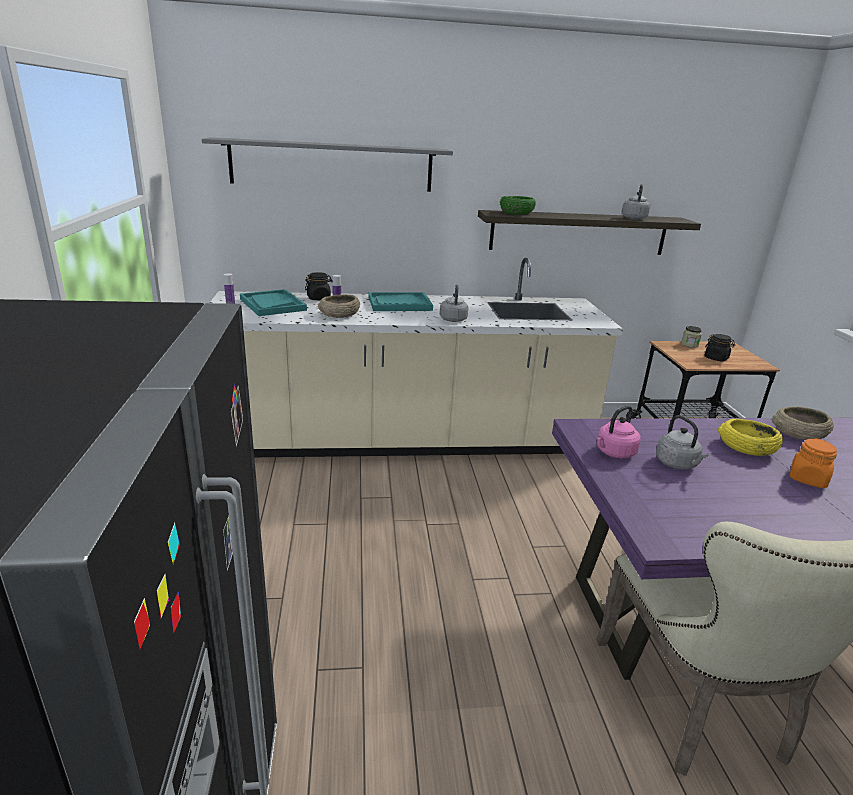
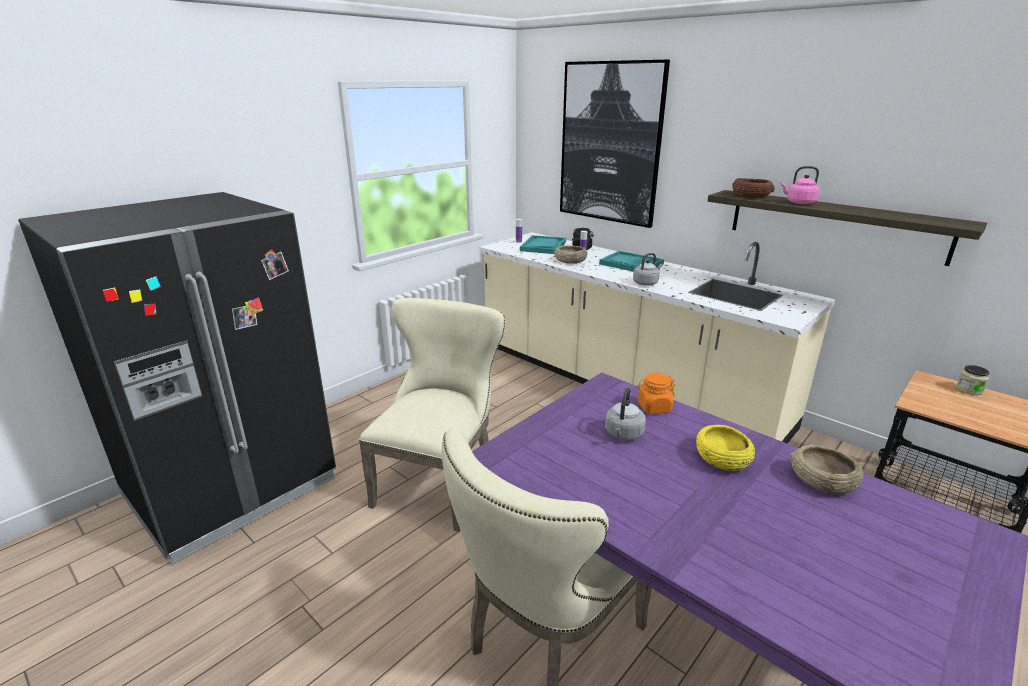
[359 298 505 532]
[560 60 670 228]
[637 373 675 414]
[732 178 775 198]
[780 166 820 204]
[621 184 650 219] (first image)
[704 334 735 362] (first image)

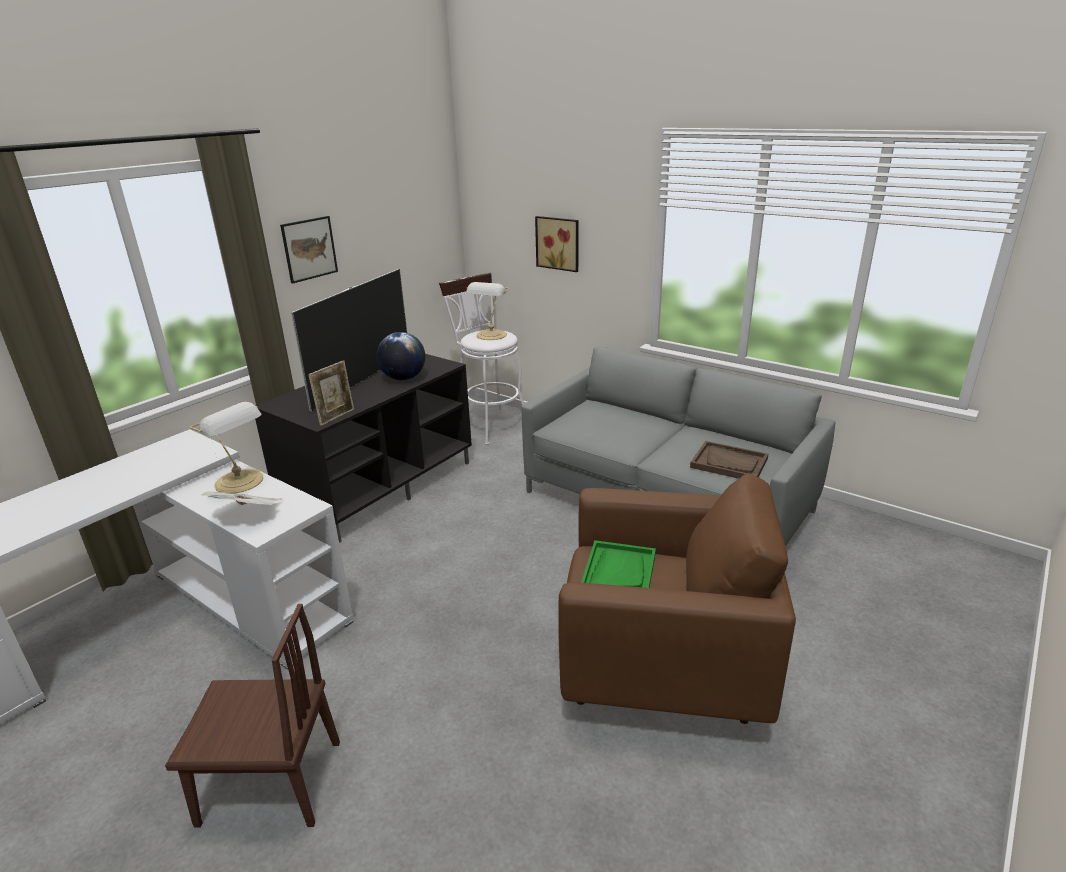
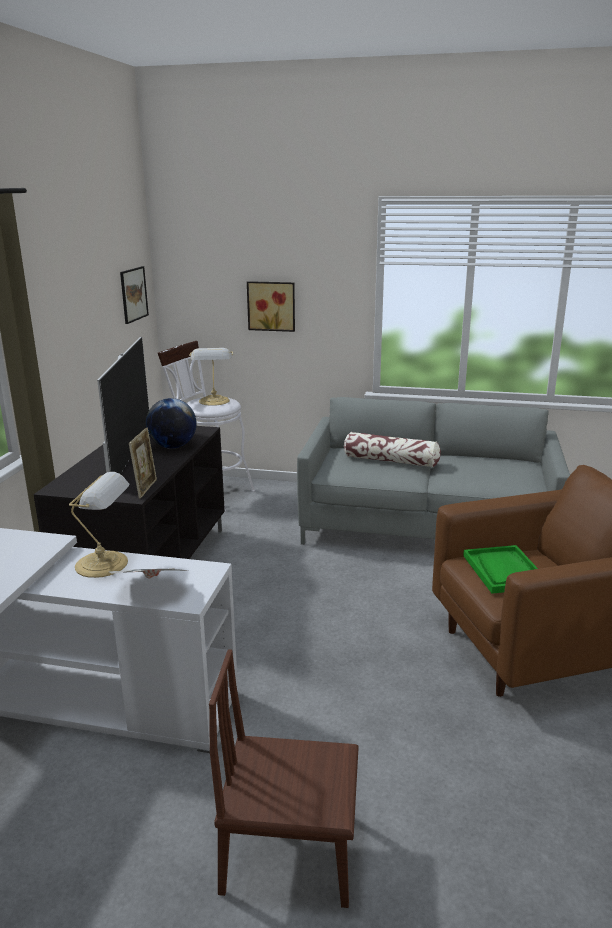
[120 266 149 324]
[209 650 358 908]
[344 432 441 467]
[690 441 768 479] (first image)

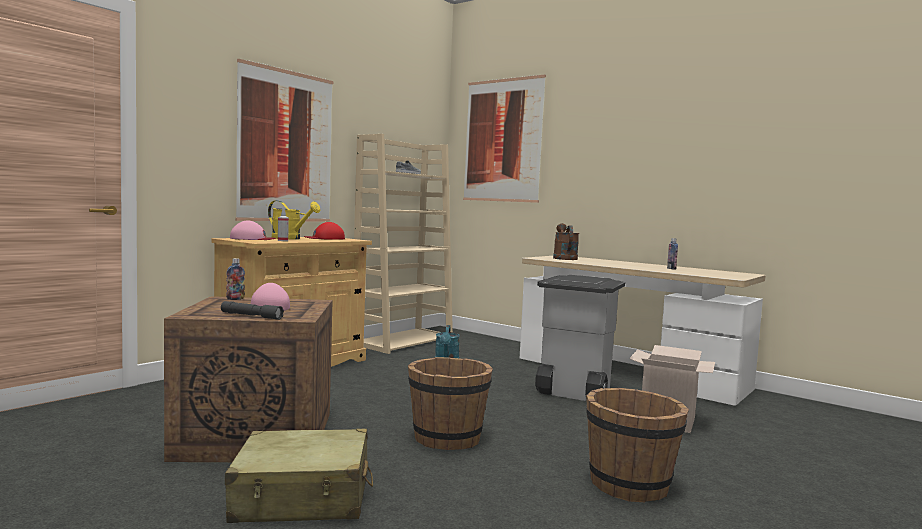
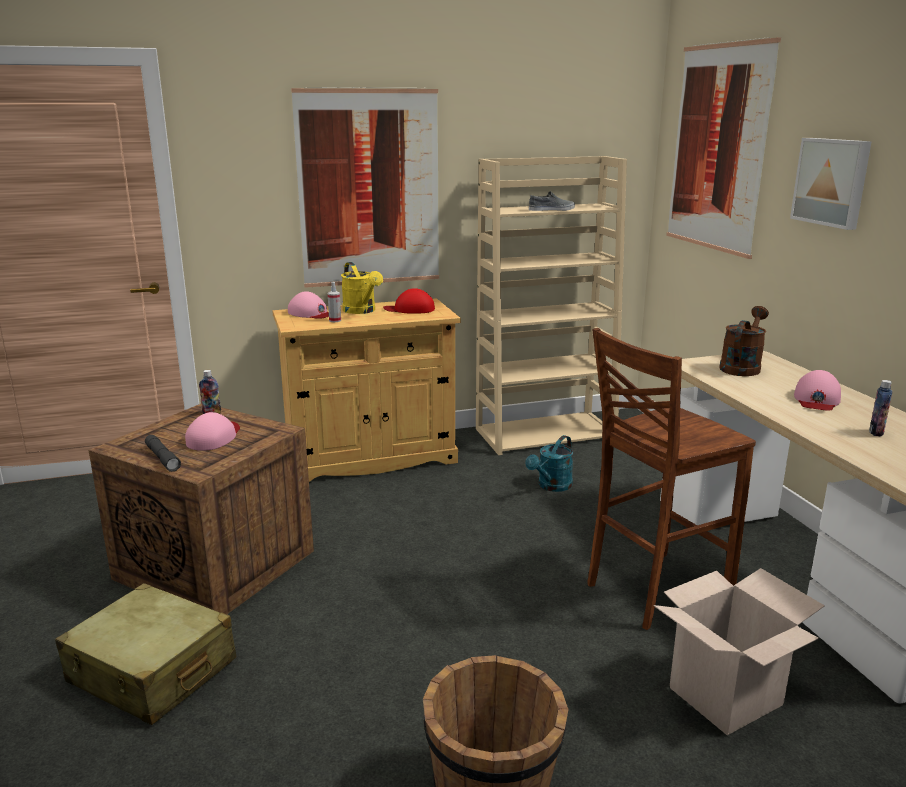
[587 328 756 630]
[790 138 872 230]
[794 370 841 411]
[408 357 493 450] (first image)

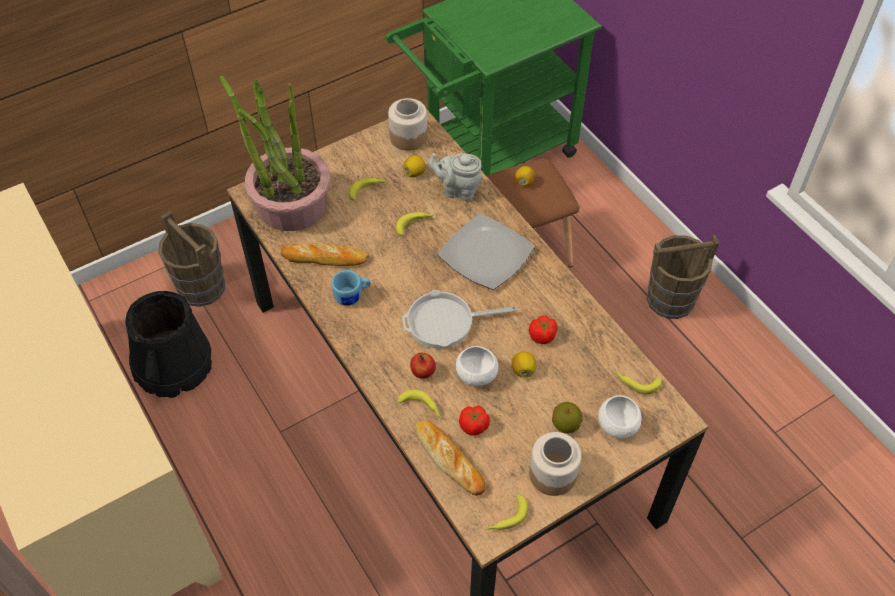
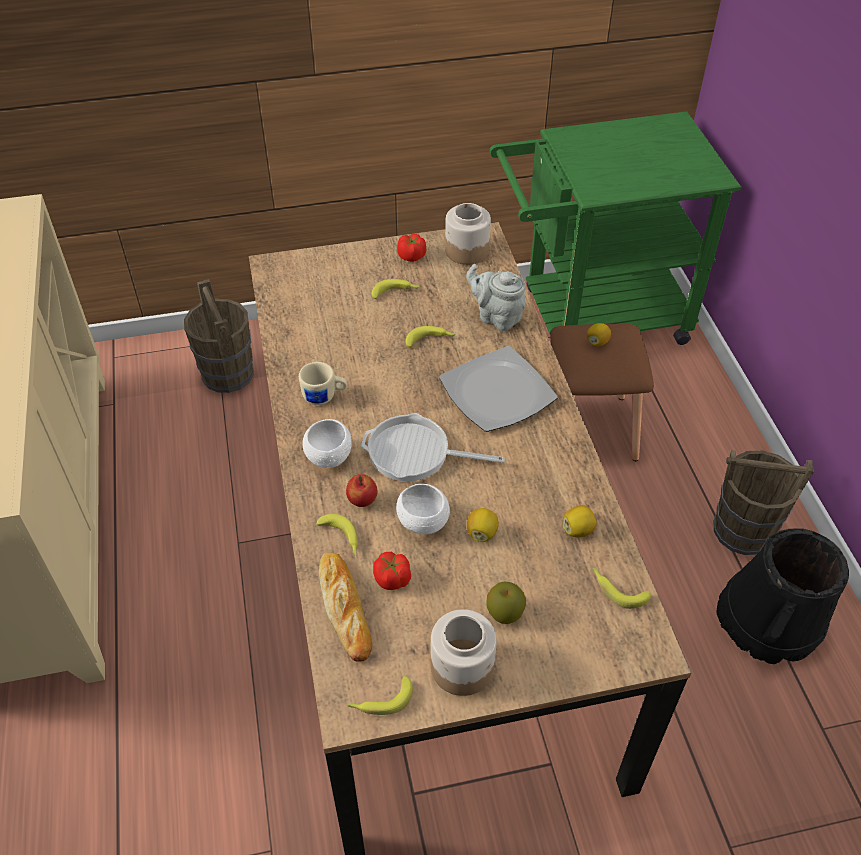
[299 362 347 405]
[302 419 352 468]
[397 234 426 262]
[563 505 597 538]
[716 528 849 664]
[220 76 331 231] (first image)
[281 242 369 266] (first image)

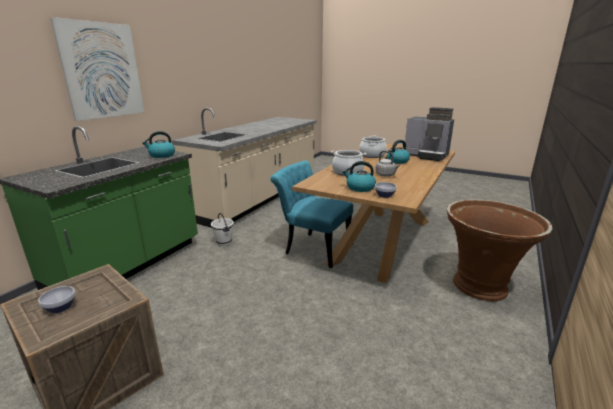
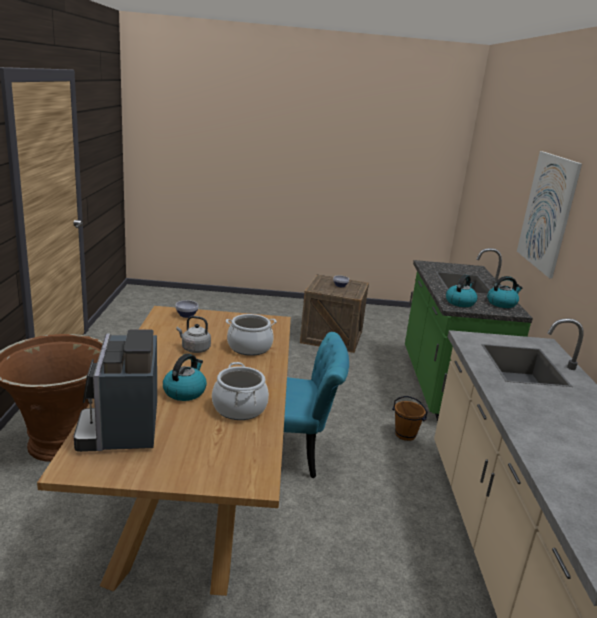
[74 329 157 452]
[392 396 427 441]
[487 276 523 308]

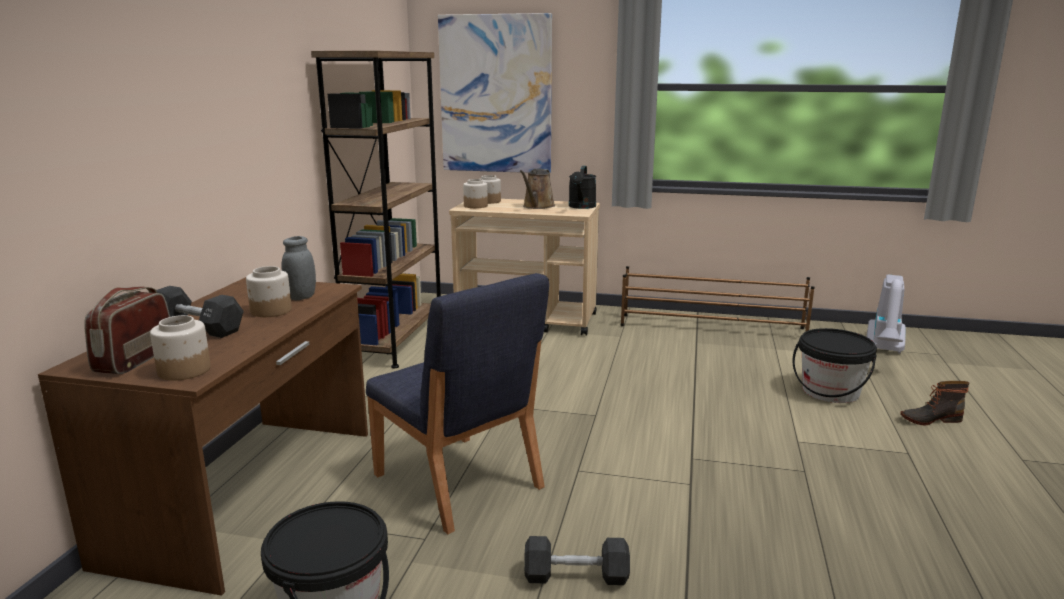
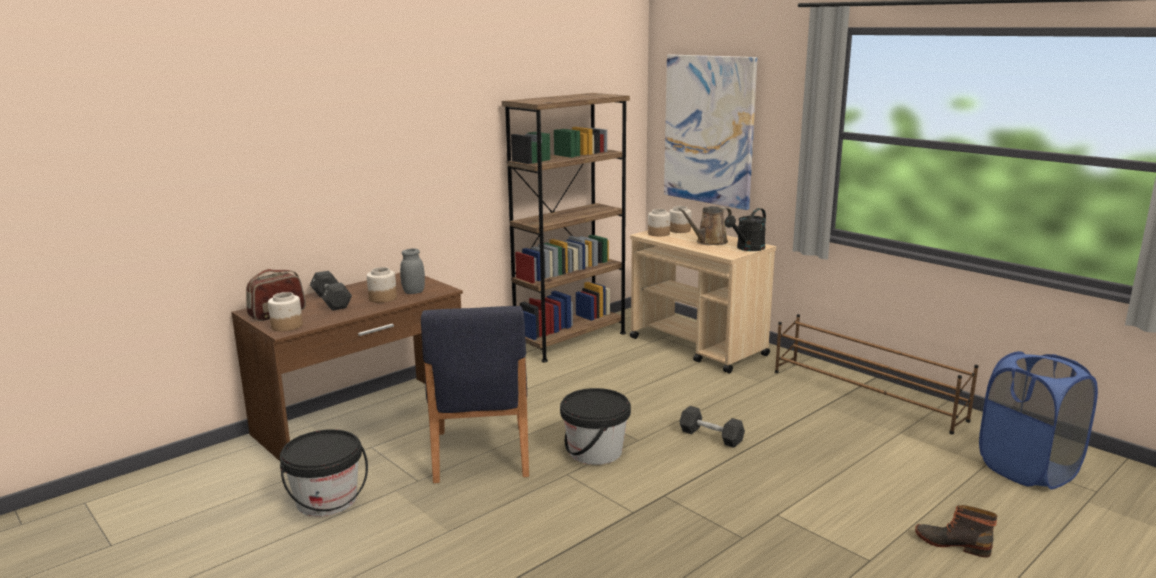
[560 388 631 465]
[680 406 745 448]
[979 351 1098 489]

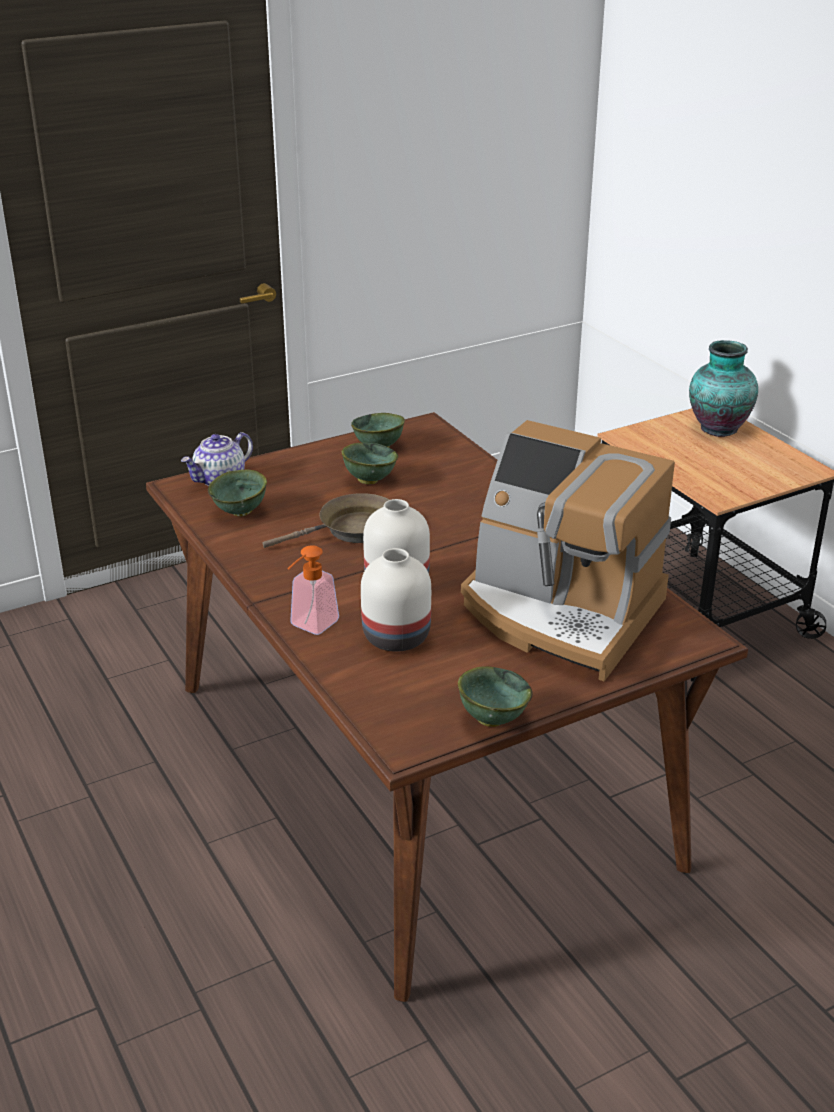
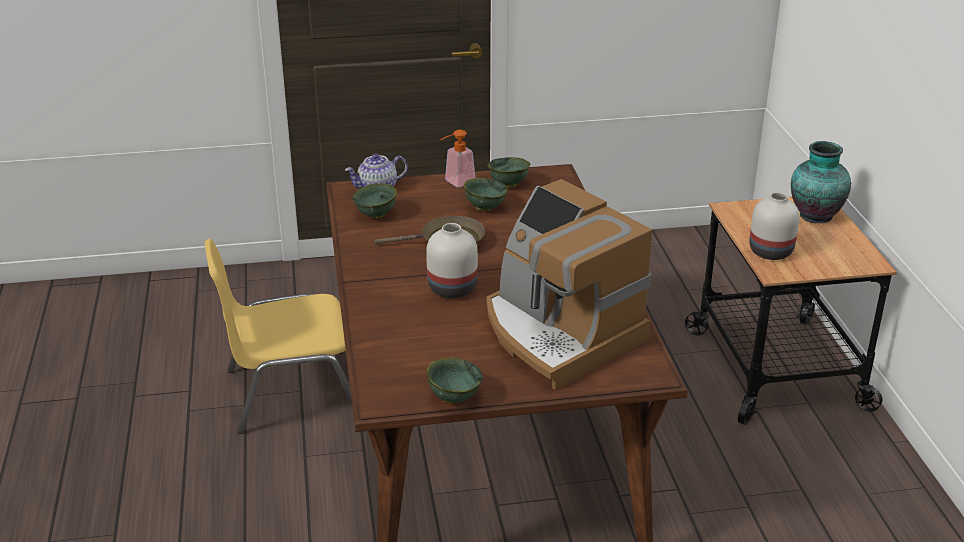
[205 239 352 434]
[440 130 476 187]
[749 192 800 260]

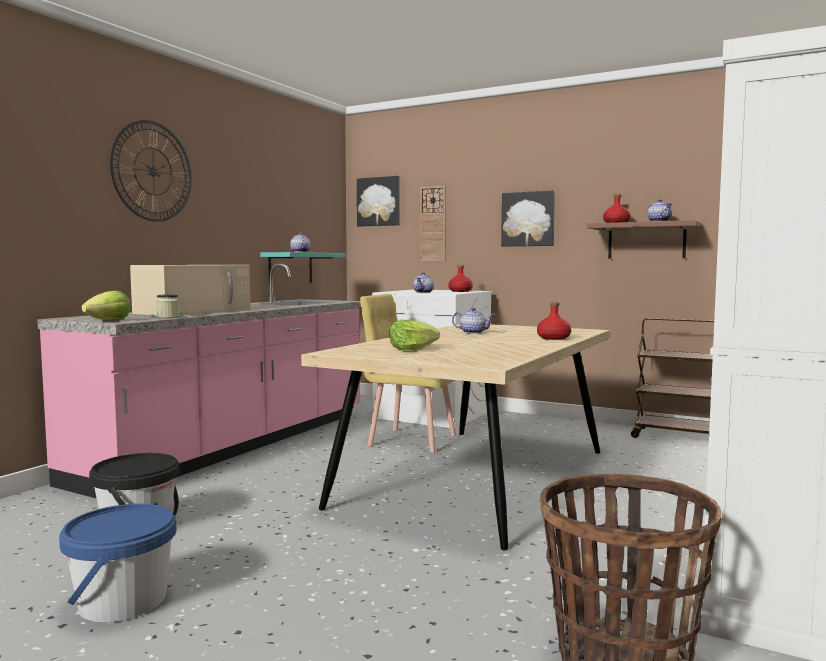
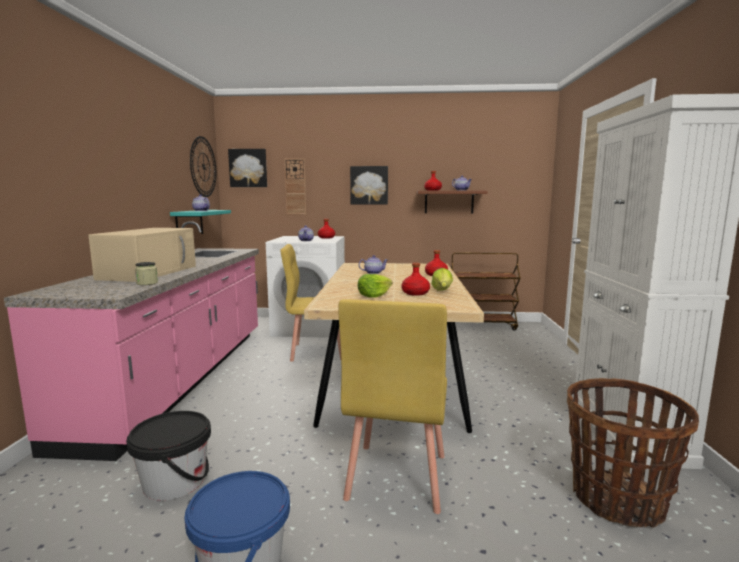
[190 136 216 197]
[338 299 447 514]
[401 263 430 296]
[431 268 453 291]

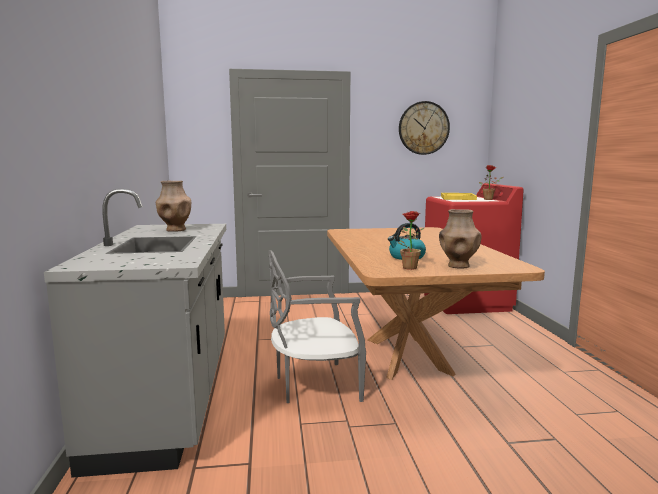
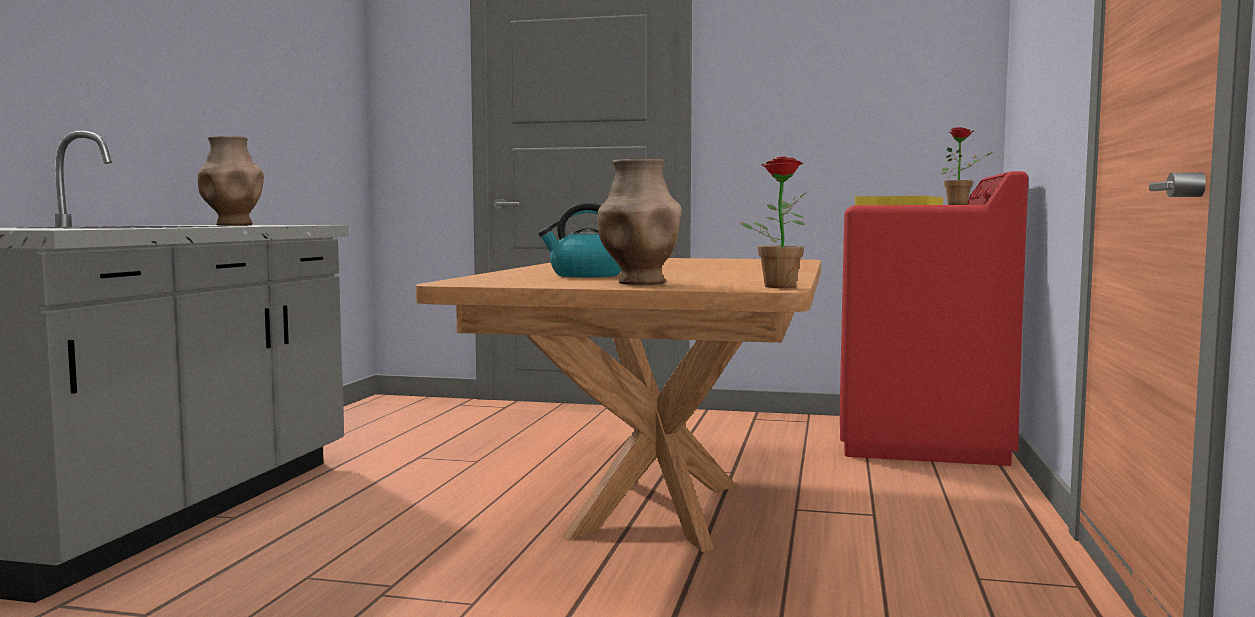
[740 156 807 288]
[268 250 366 403] (first image)
[399 101 450 155] (first image)

